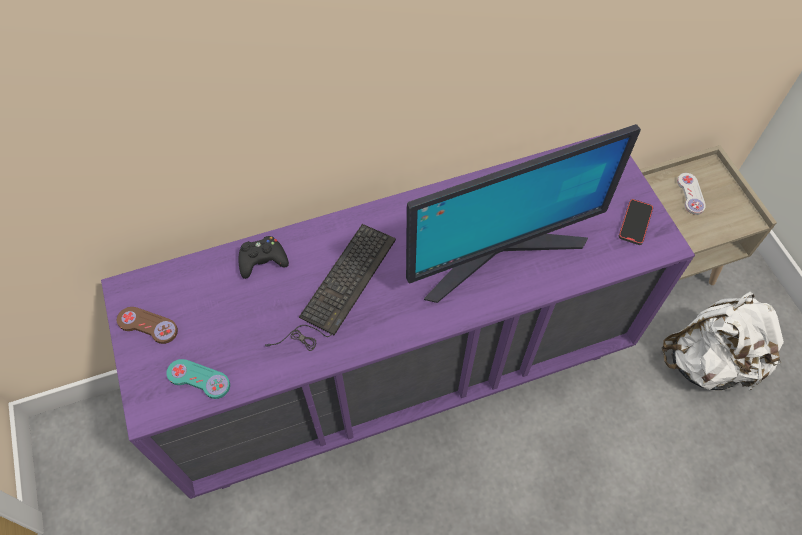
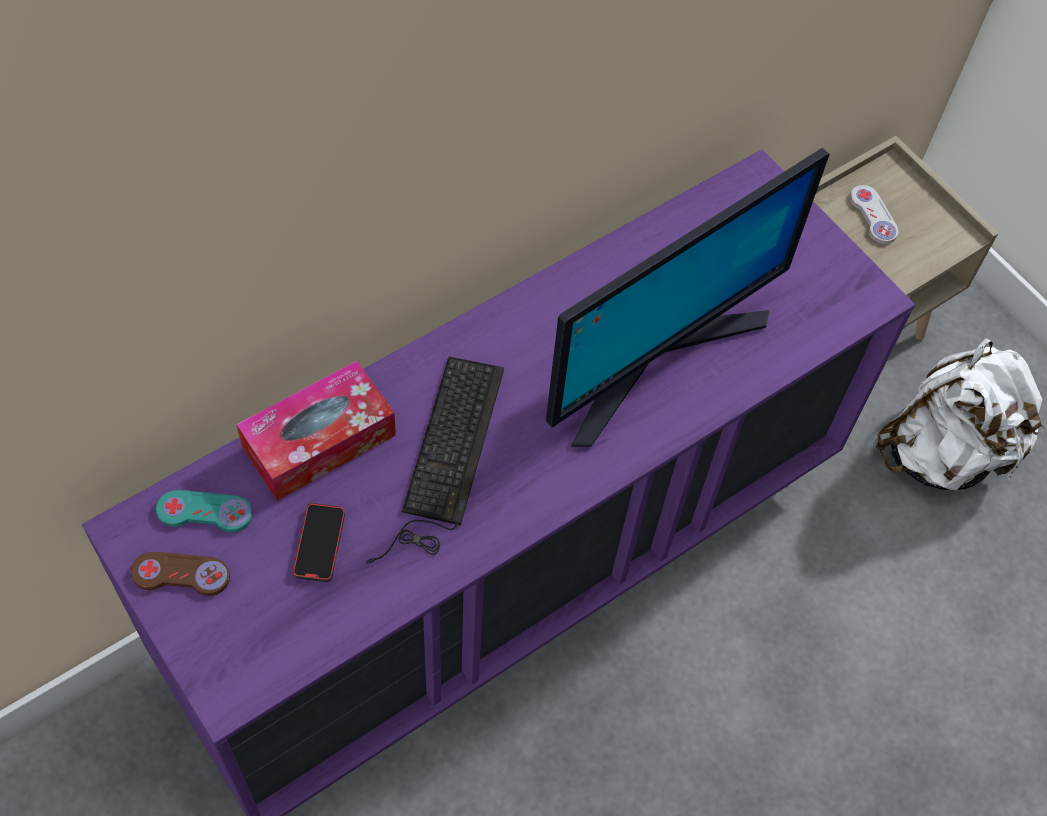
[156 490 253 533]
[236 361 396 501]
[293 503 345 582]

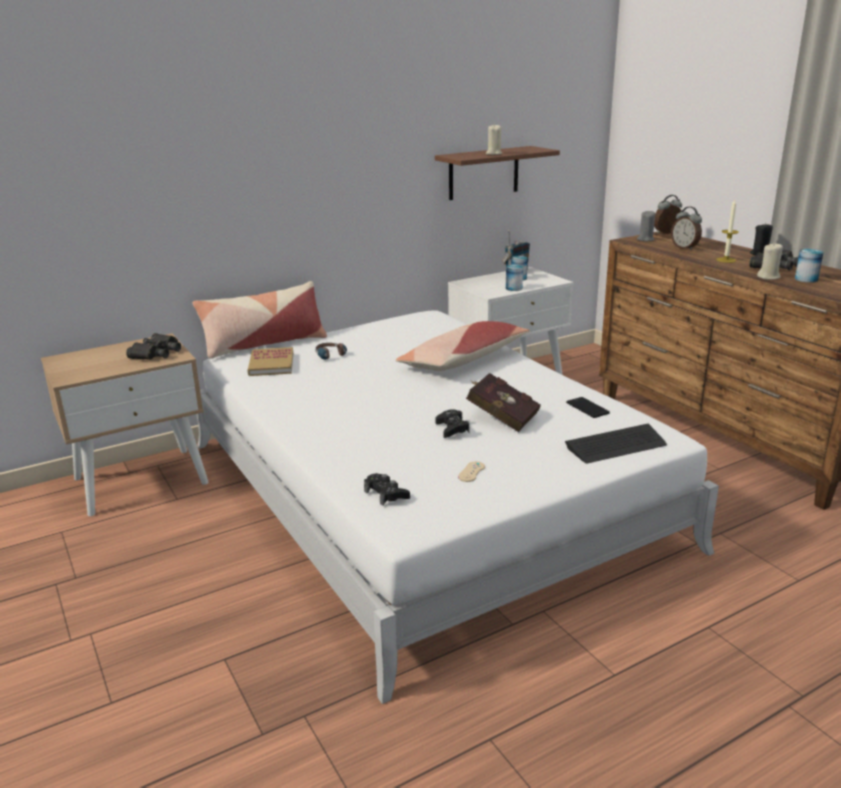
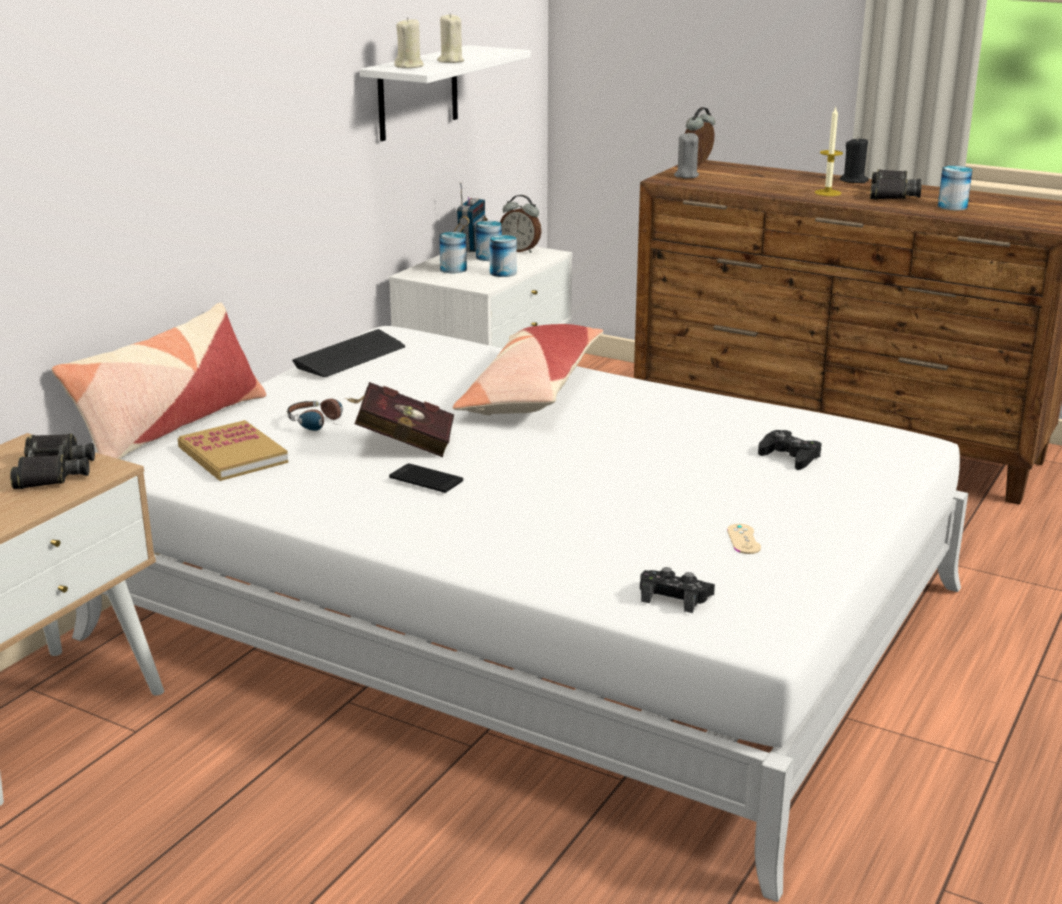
[292 329 405 377]
[345 382 454 457]
[360 45 531 141]
[389 463 463 493]
[394 17 424 68]
[439 232 467 273]
[500 195 541 253]
[758 430 822 470]

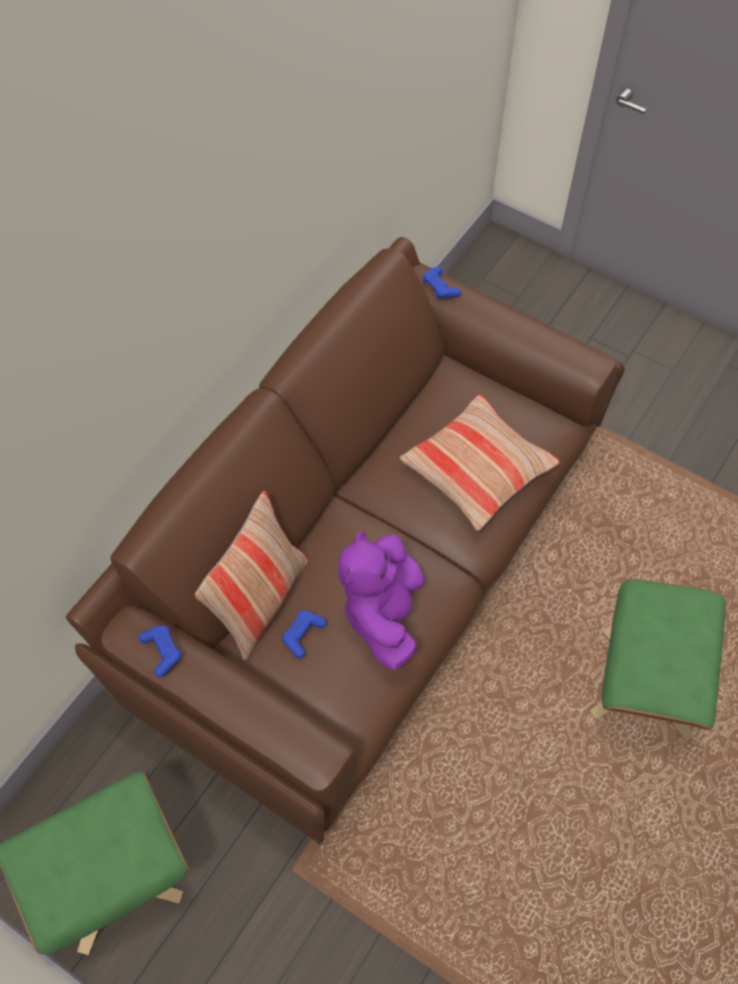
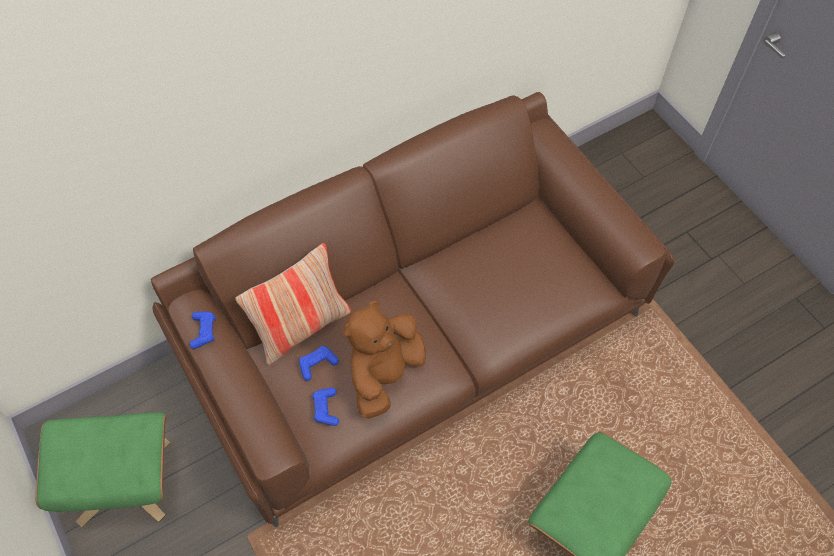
[312 388 339 426]
[343 301 426 419]
[399 394 560 531] (first image)

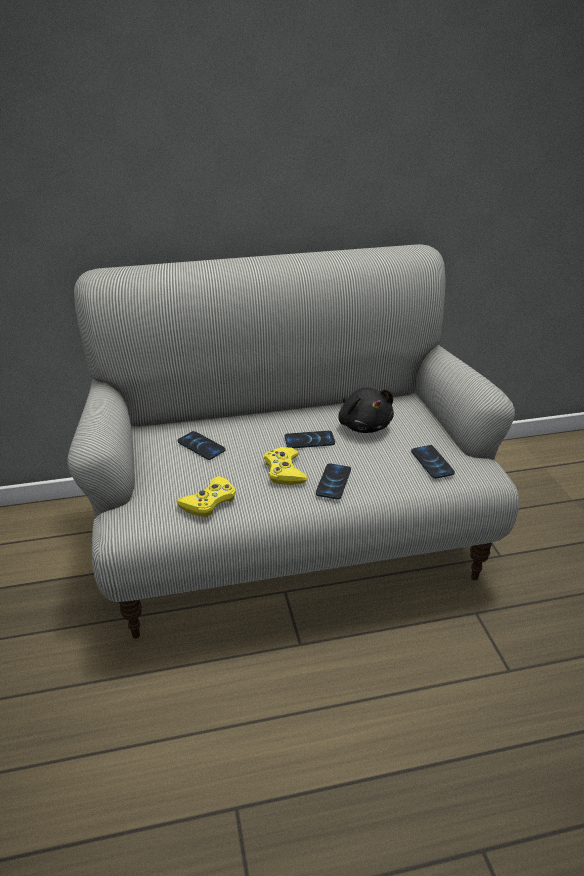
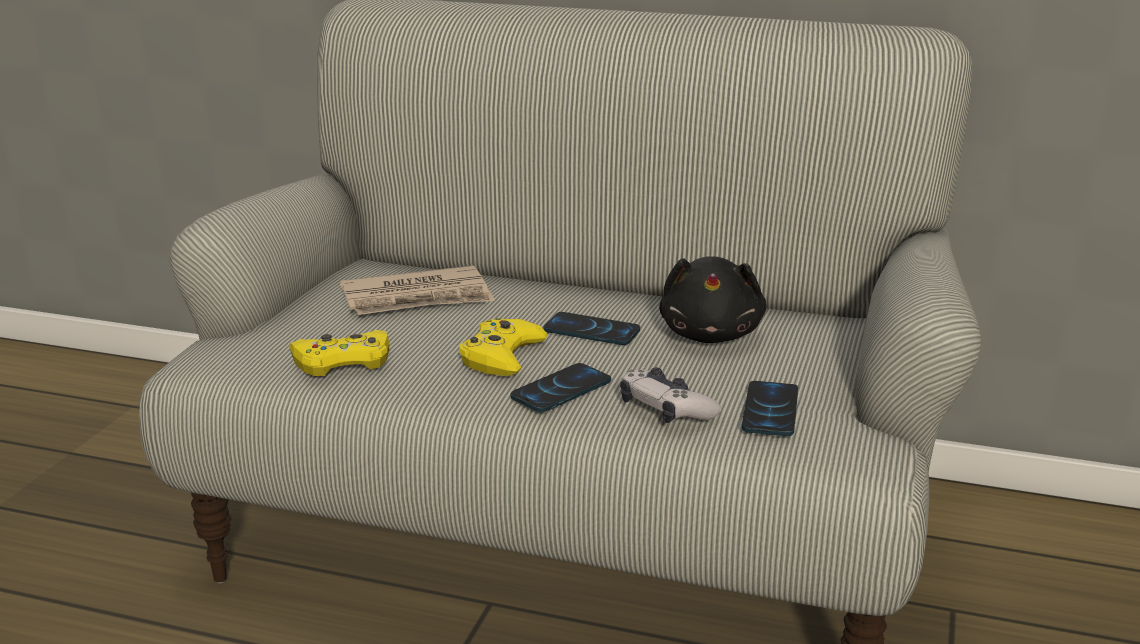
[340 266 495 315]
[620 368 722 423]

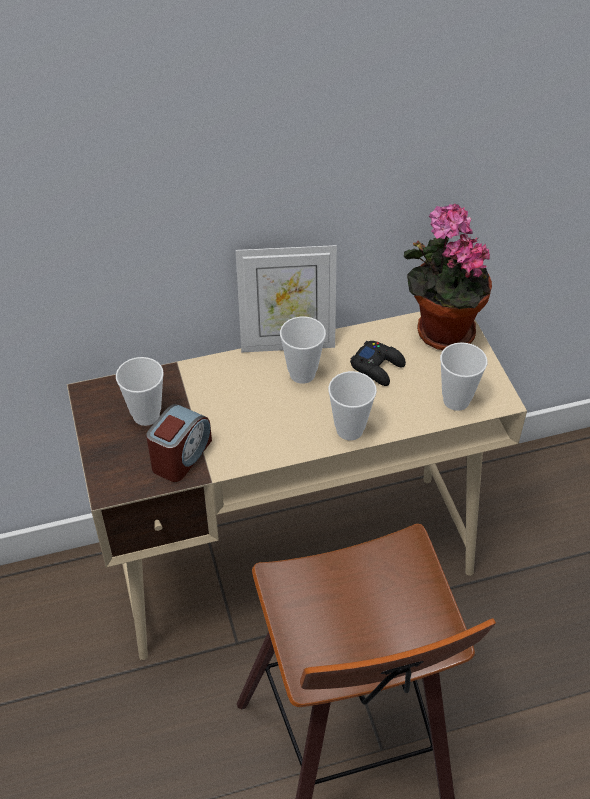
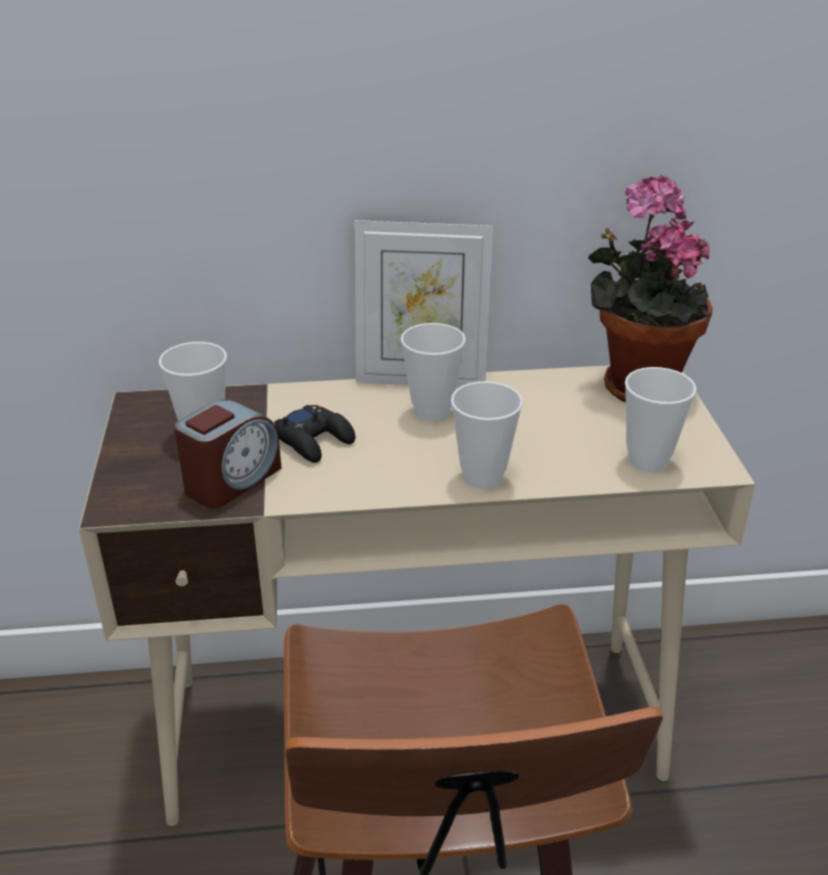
[274 405 355 463]

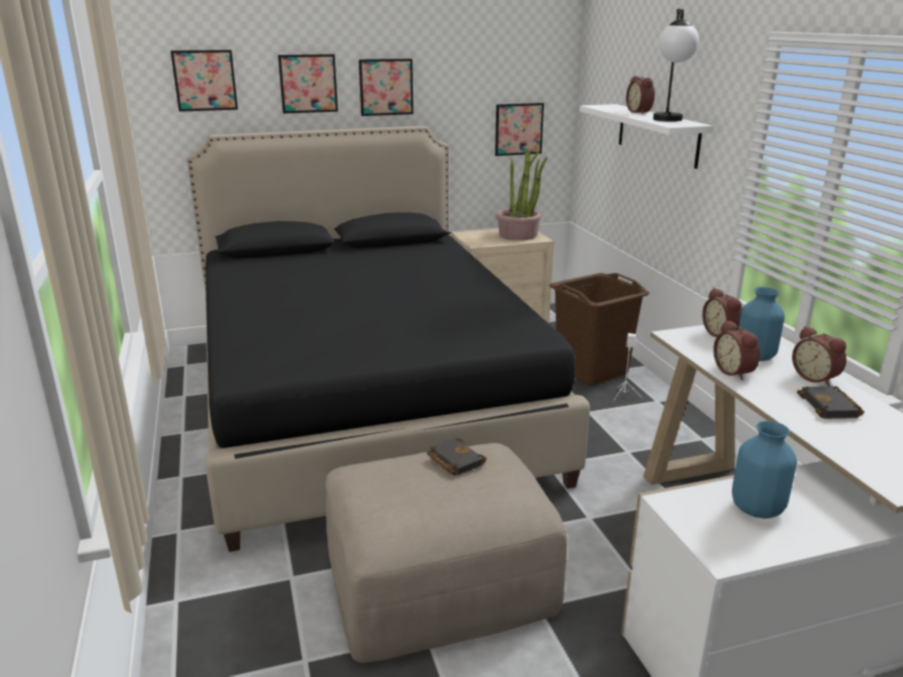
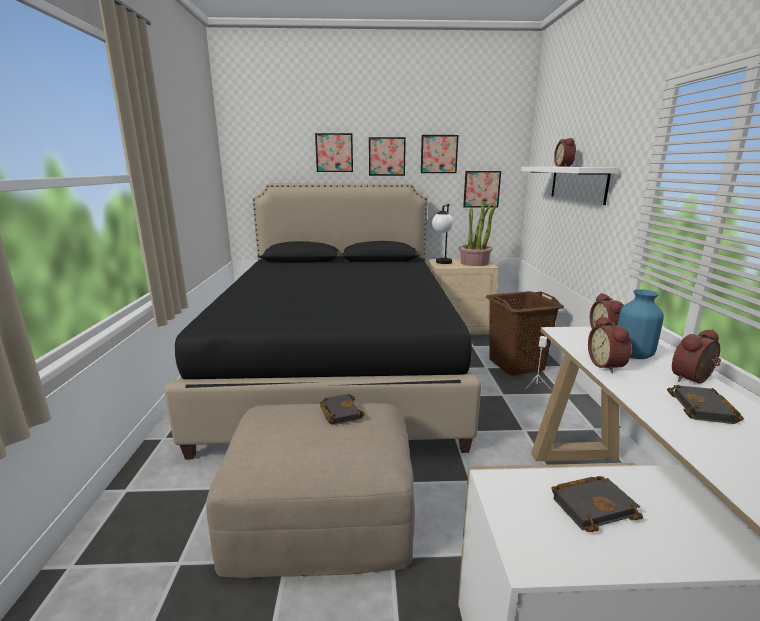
[421 135 459 173]
[432 204 453 264]
[551 476 643 532]
[672 329 721 383]

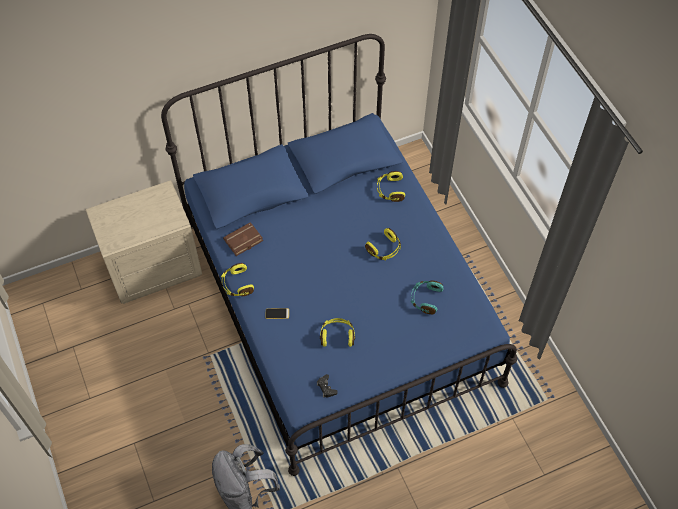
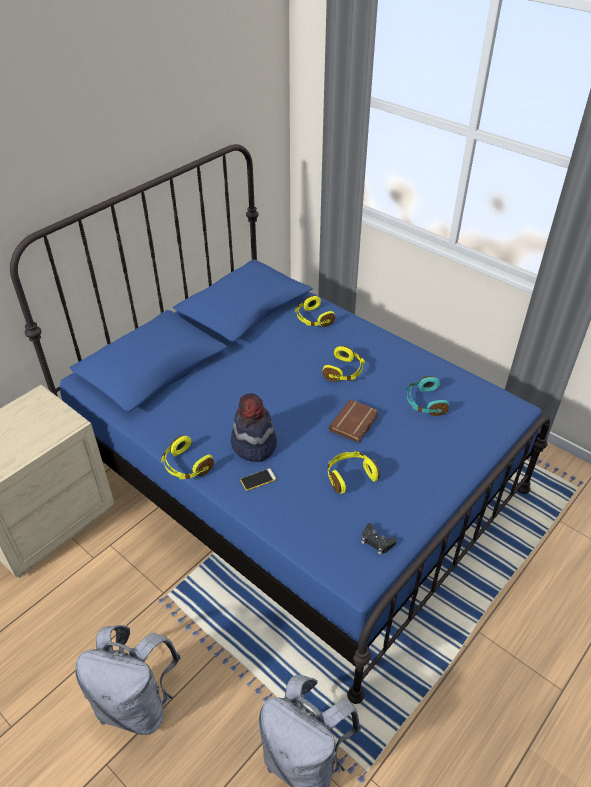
[75 625 181 735]
[231 393 277 462]
[329 399 378 443]

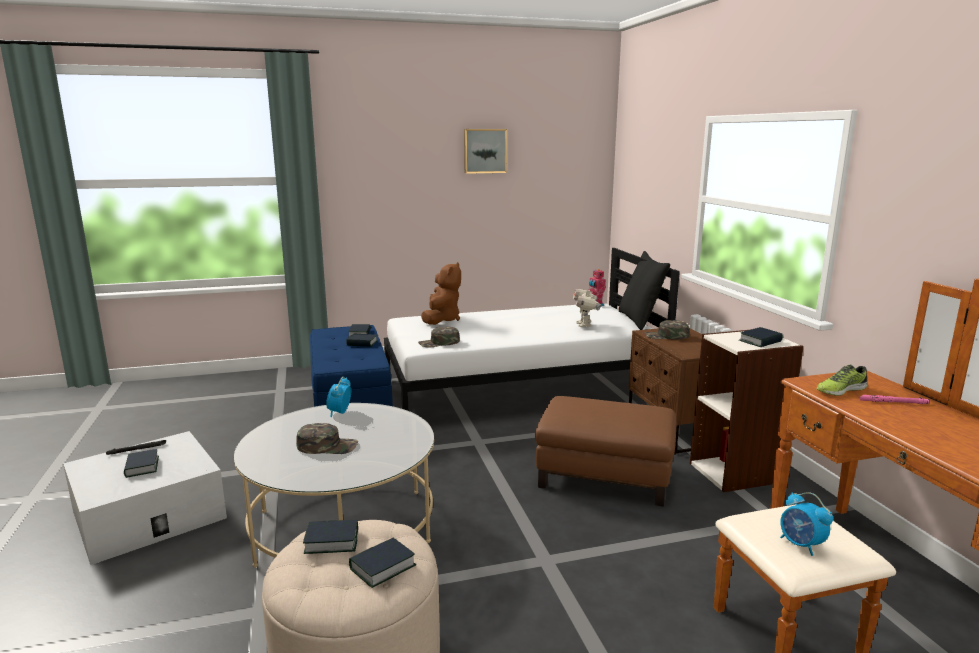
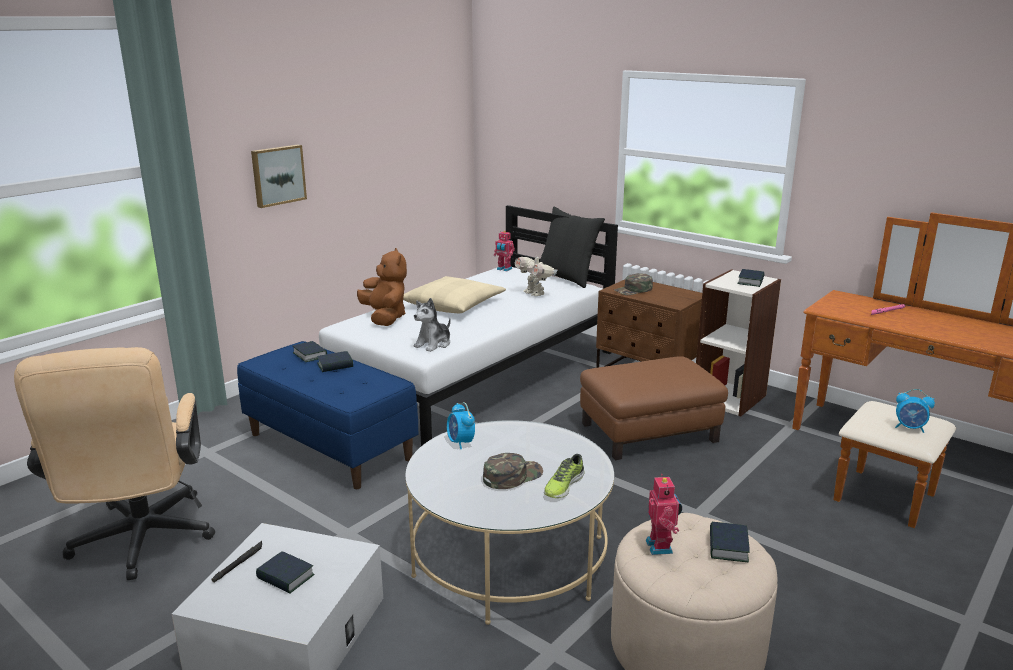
[14 347 215 580]
[251 145 307 208]
[403 276 506 313]
[414 298 451 352]
[544 454 585 498]
[646 474 682 555]

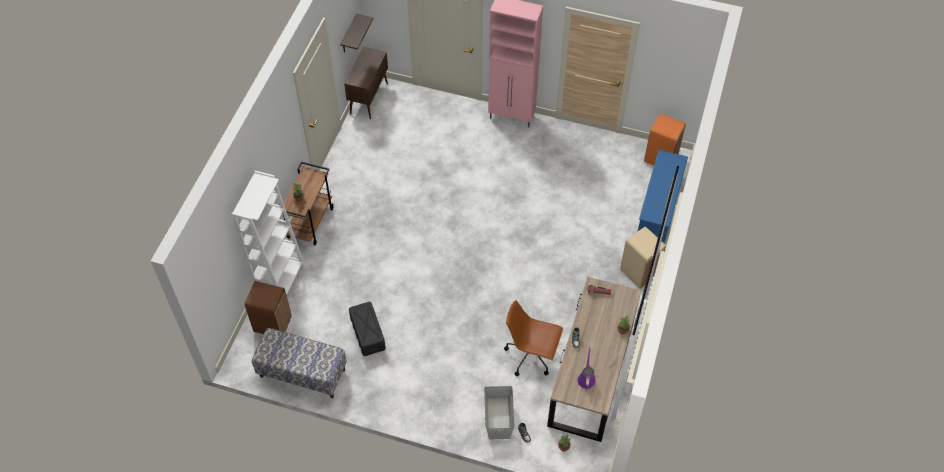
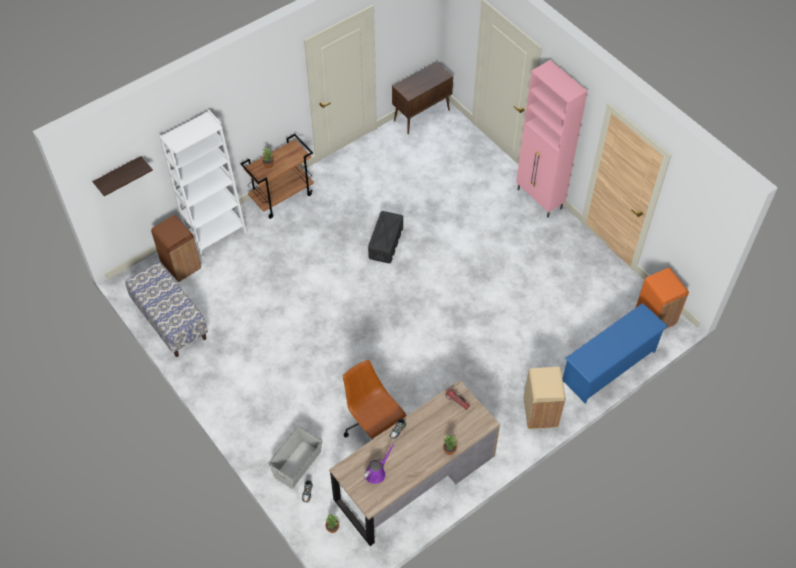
[93 156 153 196]
[368 211 403 263]

